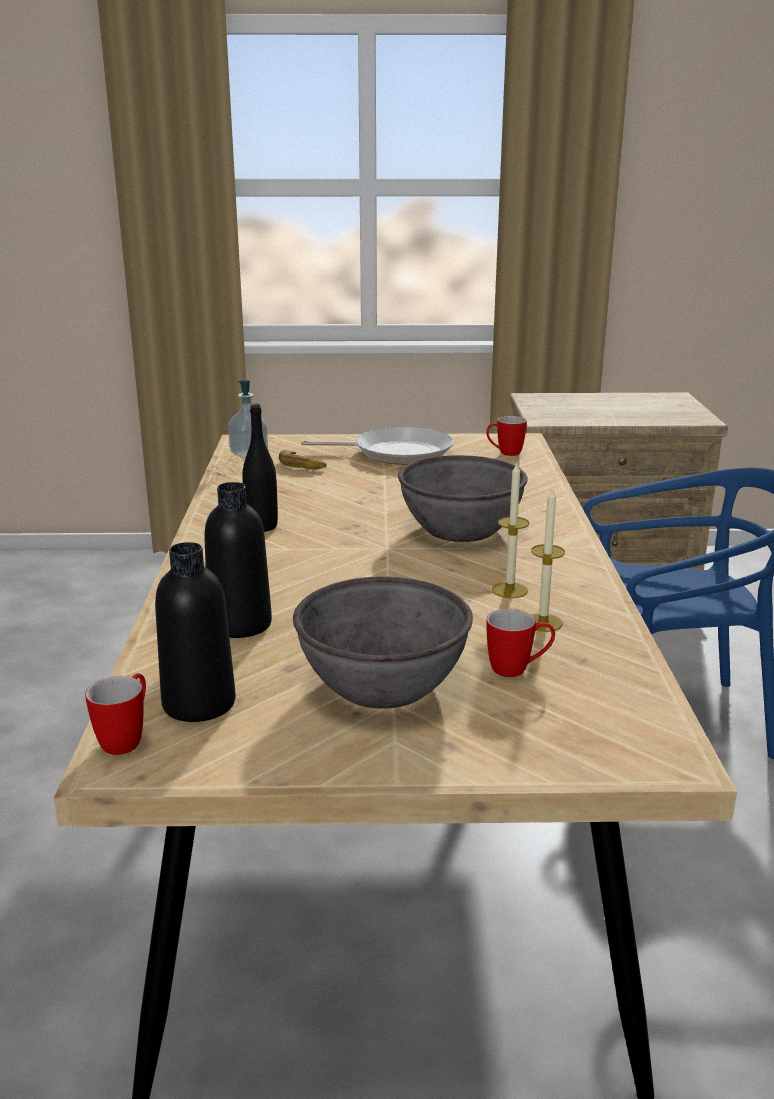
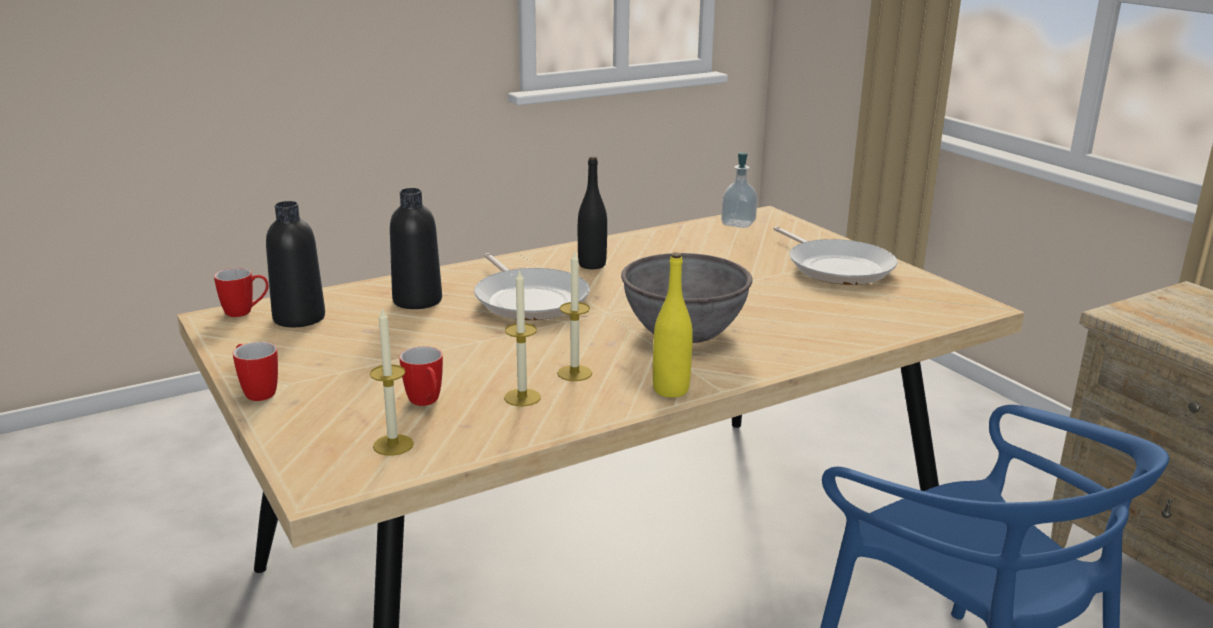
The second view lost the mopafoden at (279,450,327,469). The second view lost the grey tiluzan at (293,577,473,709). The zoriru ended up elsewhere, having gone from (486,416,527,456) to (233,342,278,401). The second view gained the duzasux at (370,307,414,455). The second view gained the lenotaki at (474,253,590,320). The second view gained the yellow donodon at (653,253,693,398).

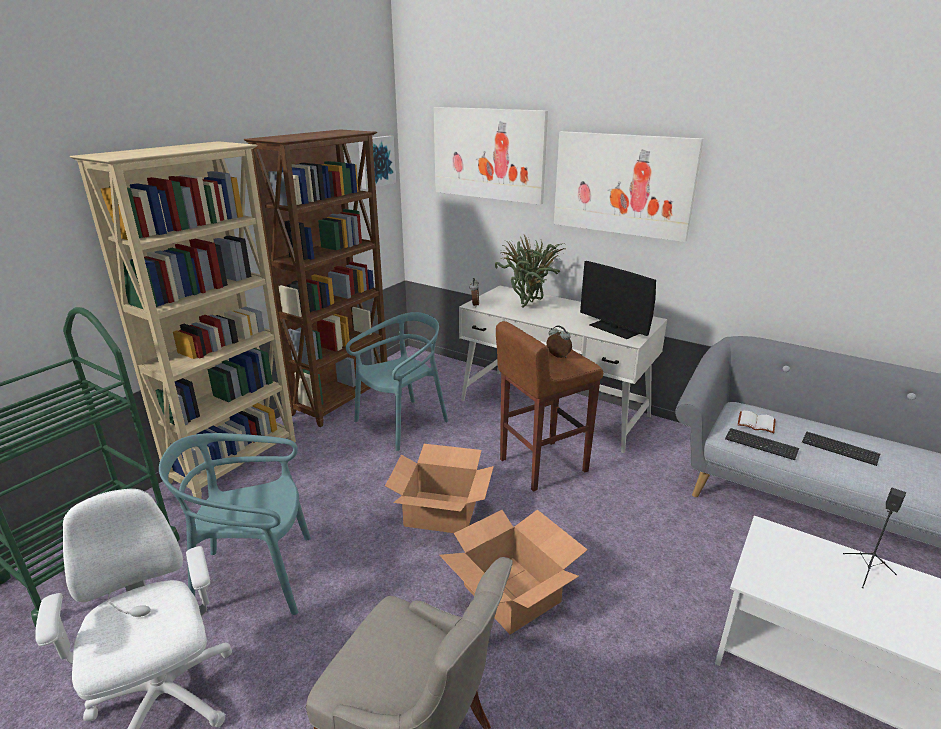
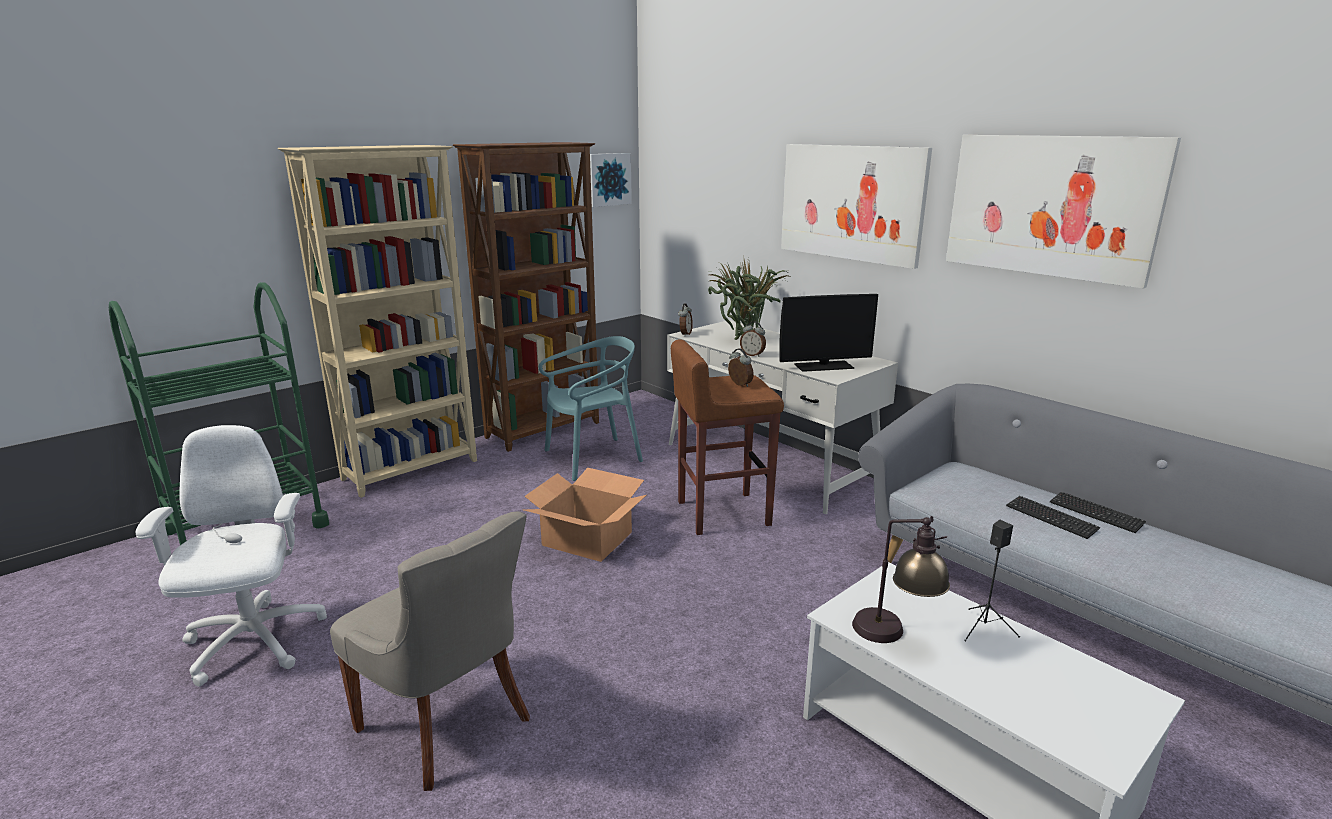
The second view lost the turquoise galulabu at (159,433,311,615). The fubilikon ended up elsewhere, having gone from (434,107,548,205) to (946,135,1181,288). The second view lost the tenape at (439,510,588,634). The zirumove at (580,261,656,339) ended up facing another way, 75 degrees counterclockwise from before. The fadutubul ended up elsewhere, having gone from (725,428,799,460) to (1050,492,1146,533). The second view lost the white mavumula at (738,411,776,434). The second view gained the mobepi at (740,321,766,357). The second view gained the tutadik at (852,516,950,643).

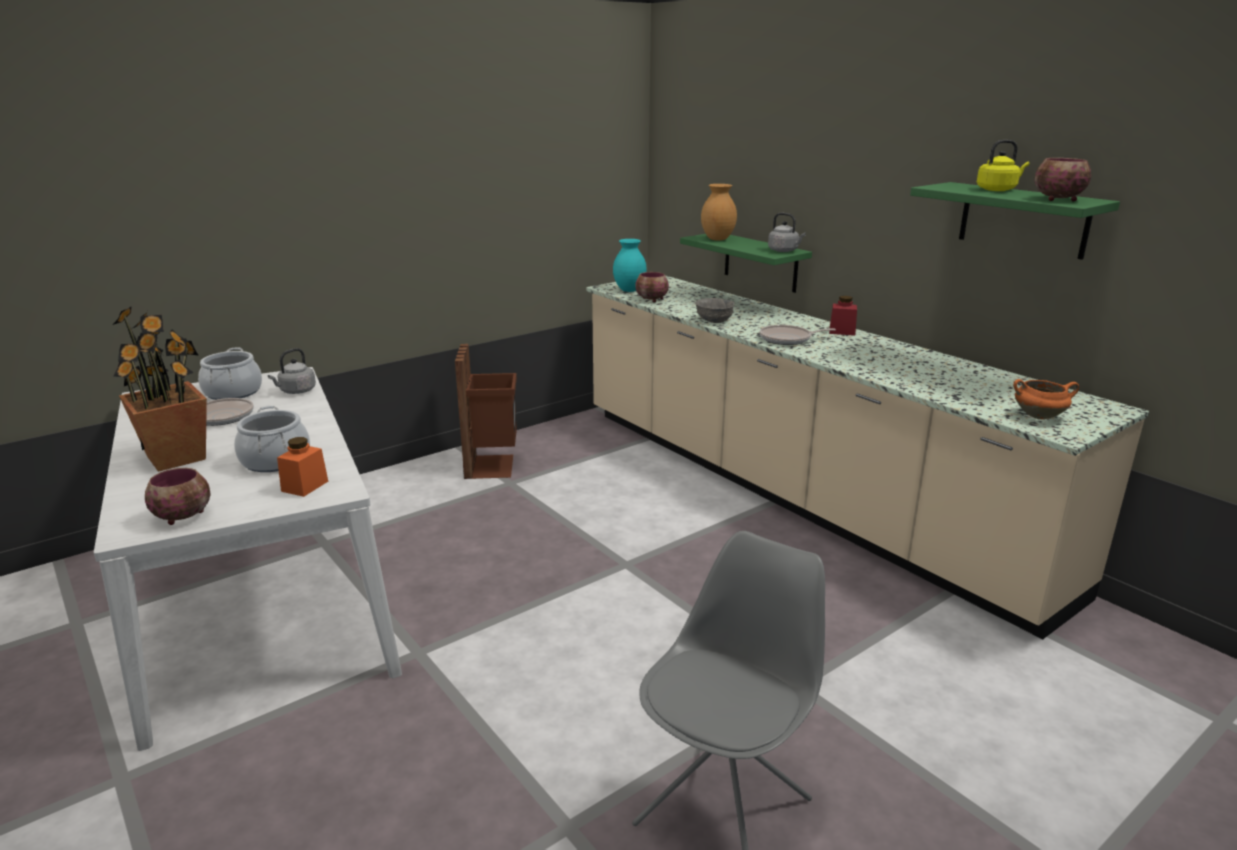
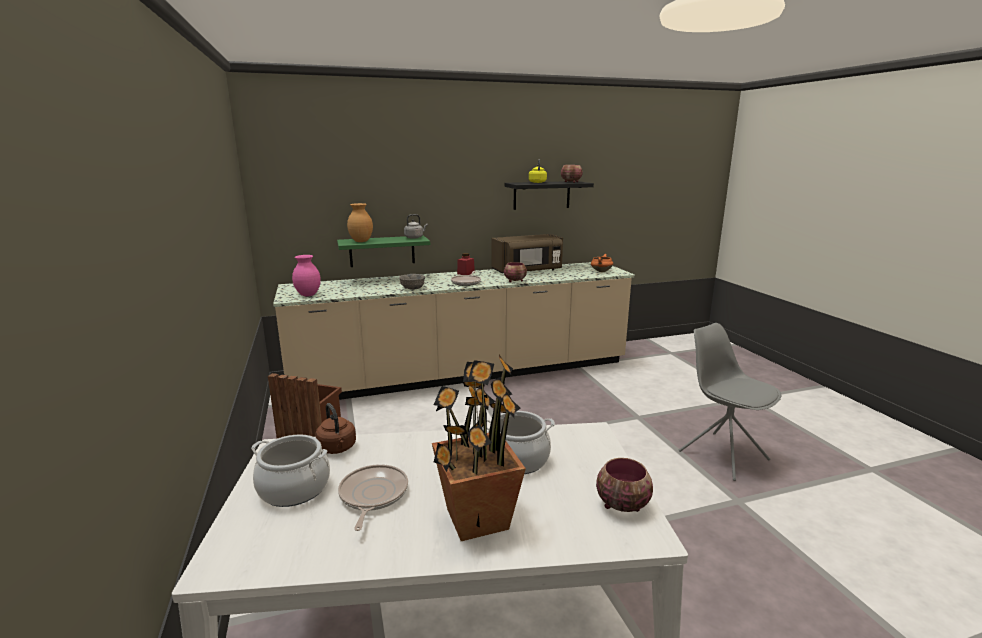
What was the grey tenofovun at (268,348,316,394) turned into the brown tenofovun at (315,403,356,454). The second view lost the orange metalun at (277,437,328,497). What was the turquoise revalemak at (613,239,647,292) turned into the pink revalemak at (292,255,321,296). The tiluzan ended up elsewhere, having gone from (635,272,669,302) to (504,262,527,282). What was the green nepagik at (910,182,1120,260) turned into the black nepagik at (504,181,594,210). The second view gained the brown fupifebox at (492,234,563,273).

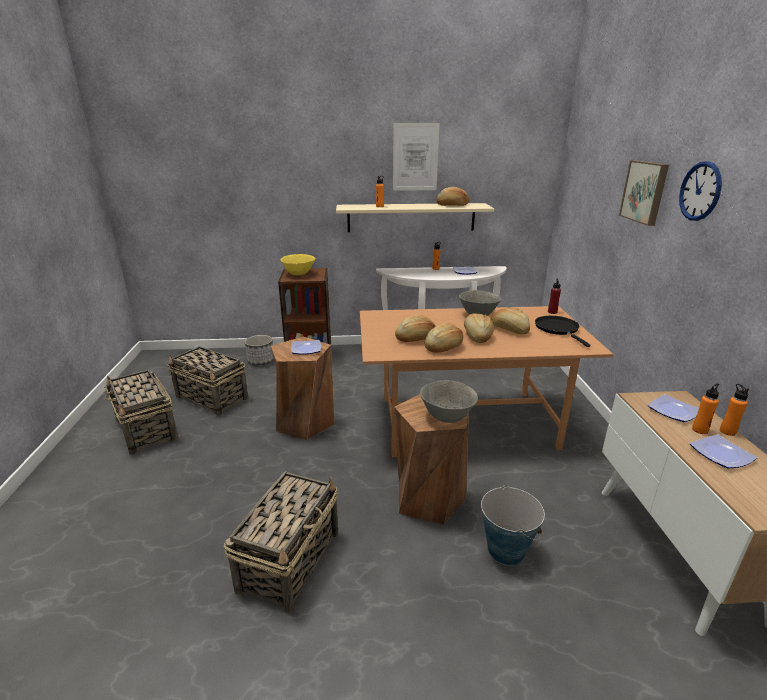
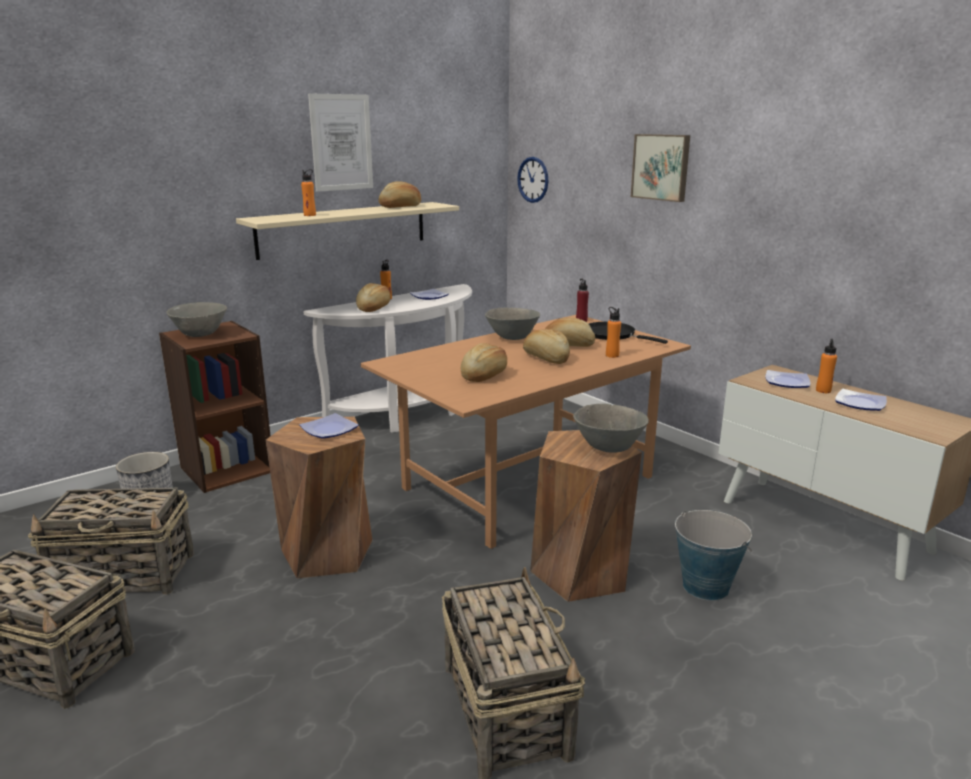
What was the yellow tiluzan at (280,254,316,275) turned into the grey tiluzan at (166,302,227,337). The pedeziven ended up elsewhere, having gone from (425,323,463,353) to (356,283,391,312). The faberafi ended up elsewhere, having gone from (679,161,722,221) to (517,157,549,203). The orange donodon ended up elsewhere, having gone from (720,384,749,436) to (606,307,621,358).

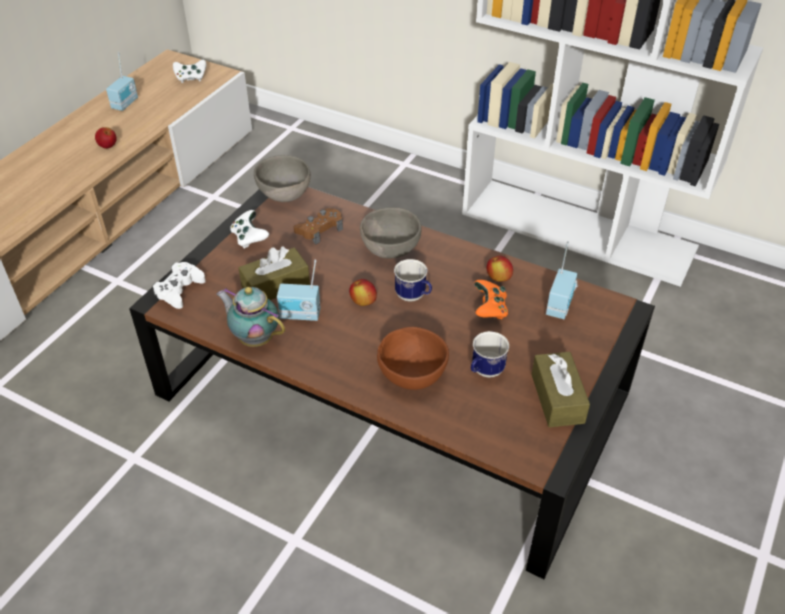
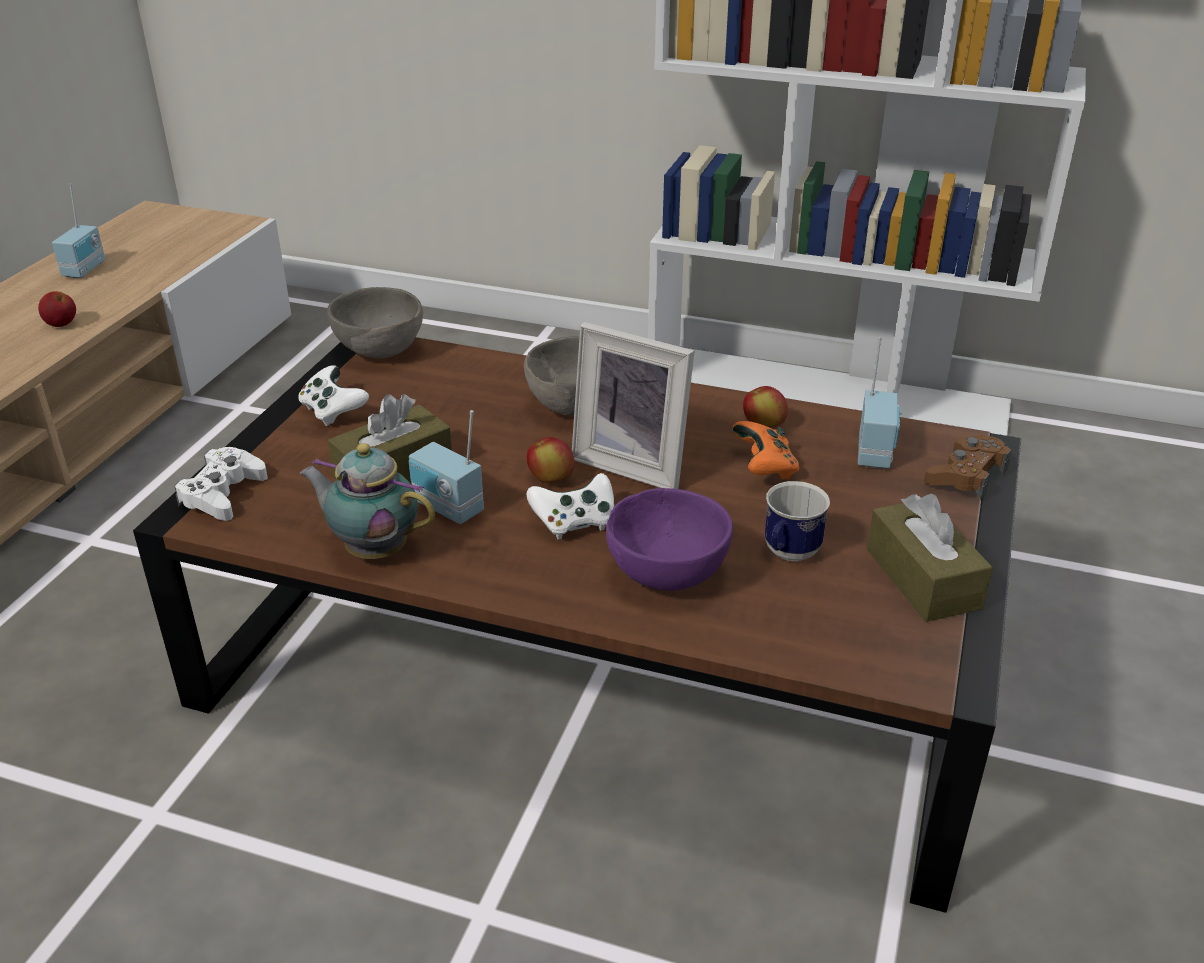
The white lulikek ended up elsewhere, having gone from (173,60,207,83) to (527,473,614,539). The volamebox at (277,260,320,321) ended up facing another way, 45 degrees clockwise from before. The brown lulikek ended up elsewhere, having gone from (294,208,343,245) to (924,435,1011,500). What was the brown tiluzan at (377,327,449,390) turned into the purple tiluzan at (606,488,733,591). Where the zoriru stood at (394,259,432,302), the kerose came to stand at (572,322,695,489).

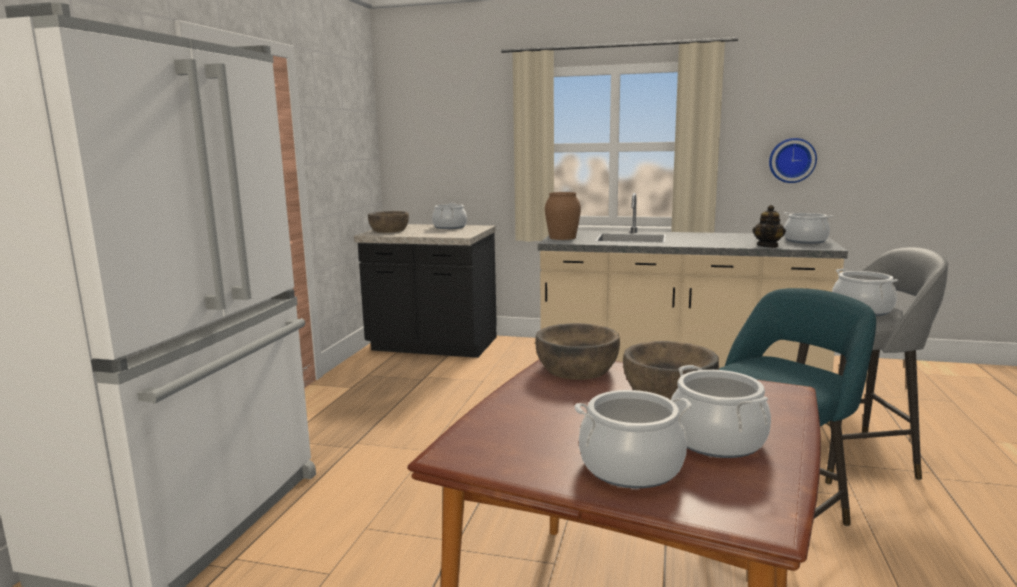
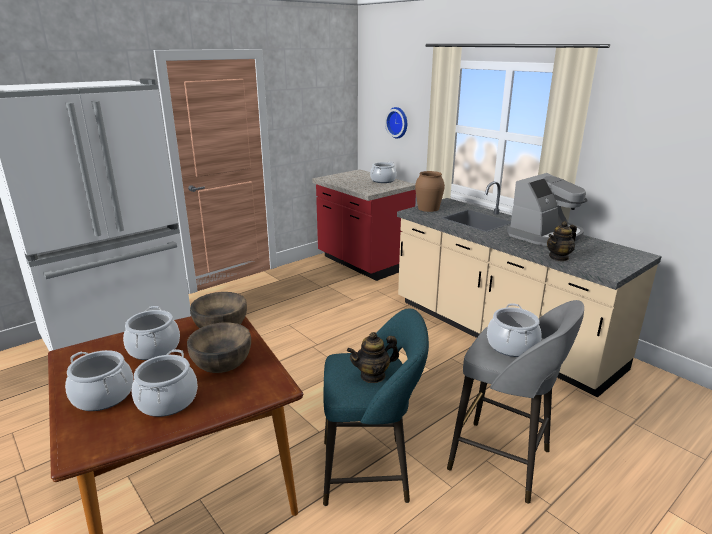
What was the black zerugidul at (354,224,497,358) turned into the red zerugidul at (312,169,416,281). The second view lost the brown tiluzan at (368,211,409,233). The faberafi ended up elsewhere, having gone from (769,138,817,183) to (385,107,407,138). The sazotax ended up elsewhere, having gone from (784,212,833,244) to (123,306,180,360). The second view gained the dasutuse at (347,332,399,383). The second view gained the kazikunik at (507,173,587,246).

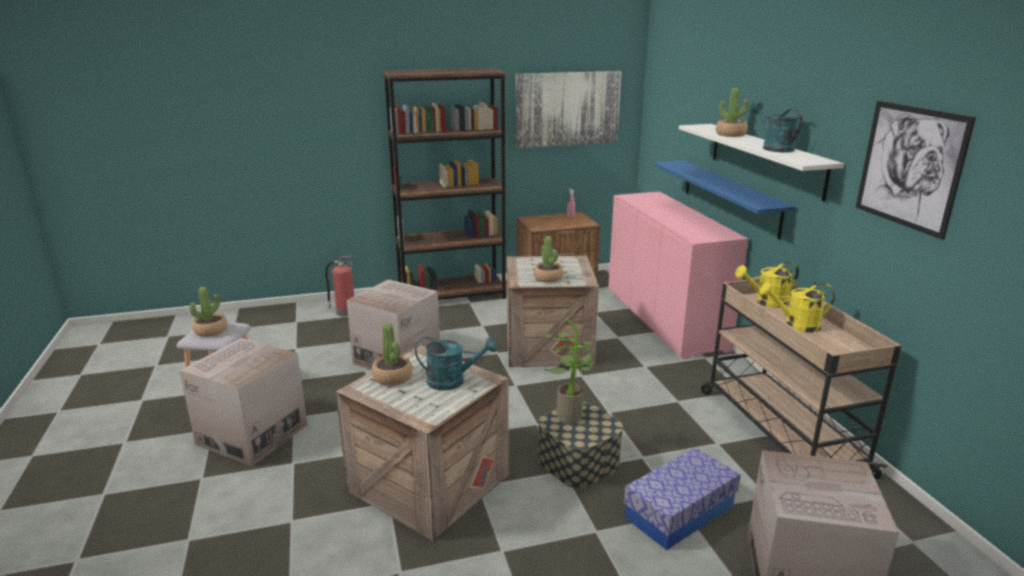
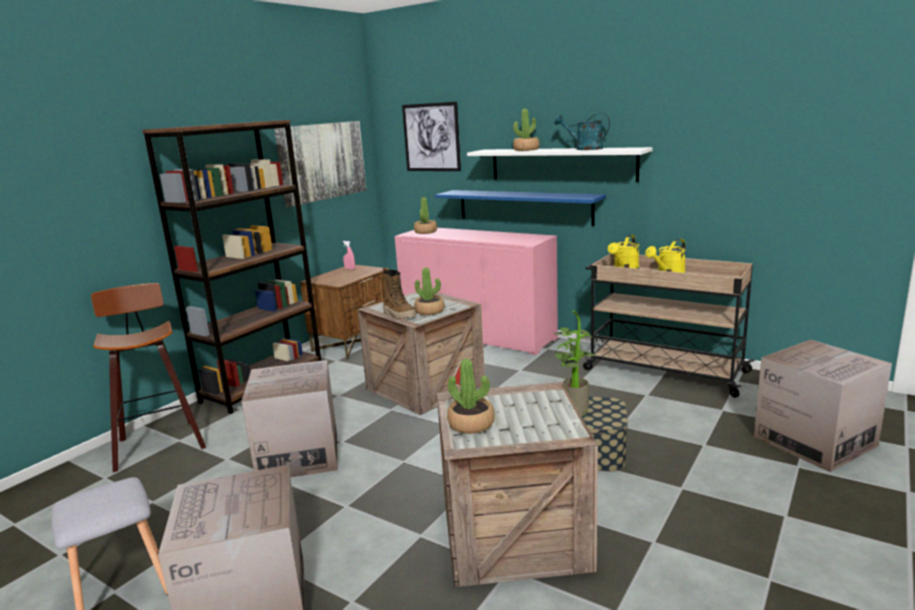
The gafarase ended up elsewhere, having gone from (190,287,227,337) to (414,197,437,234). Where the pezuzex stood at (325,255,354,316), the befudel came to stand at (91,283,206,472). The second view lost the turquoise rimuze at (415,336,497,390). The second view lost the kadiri at (624,447,741,550). The fubilikon ended up elsewhere, having gone from (856,101,976,240) to (402,102,461,171). The second view gained the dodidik at (383,267,416,320).

